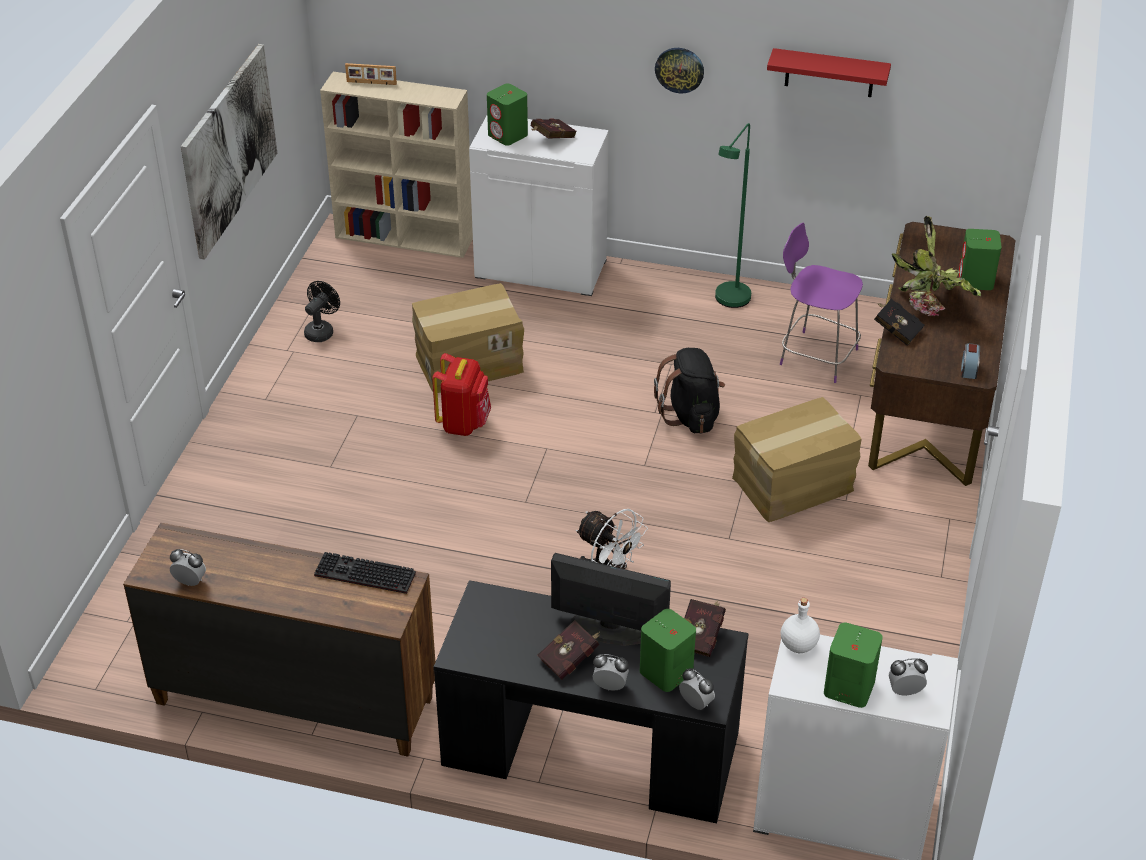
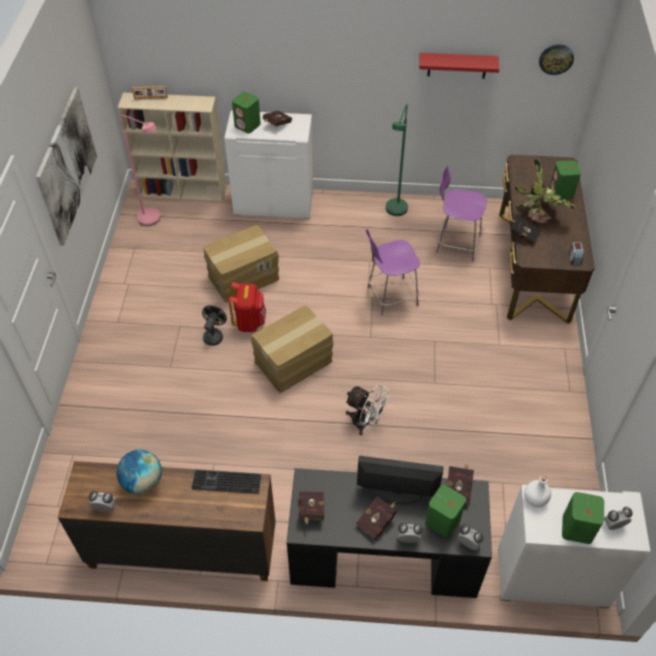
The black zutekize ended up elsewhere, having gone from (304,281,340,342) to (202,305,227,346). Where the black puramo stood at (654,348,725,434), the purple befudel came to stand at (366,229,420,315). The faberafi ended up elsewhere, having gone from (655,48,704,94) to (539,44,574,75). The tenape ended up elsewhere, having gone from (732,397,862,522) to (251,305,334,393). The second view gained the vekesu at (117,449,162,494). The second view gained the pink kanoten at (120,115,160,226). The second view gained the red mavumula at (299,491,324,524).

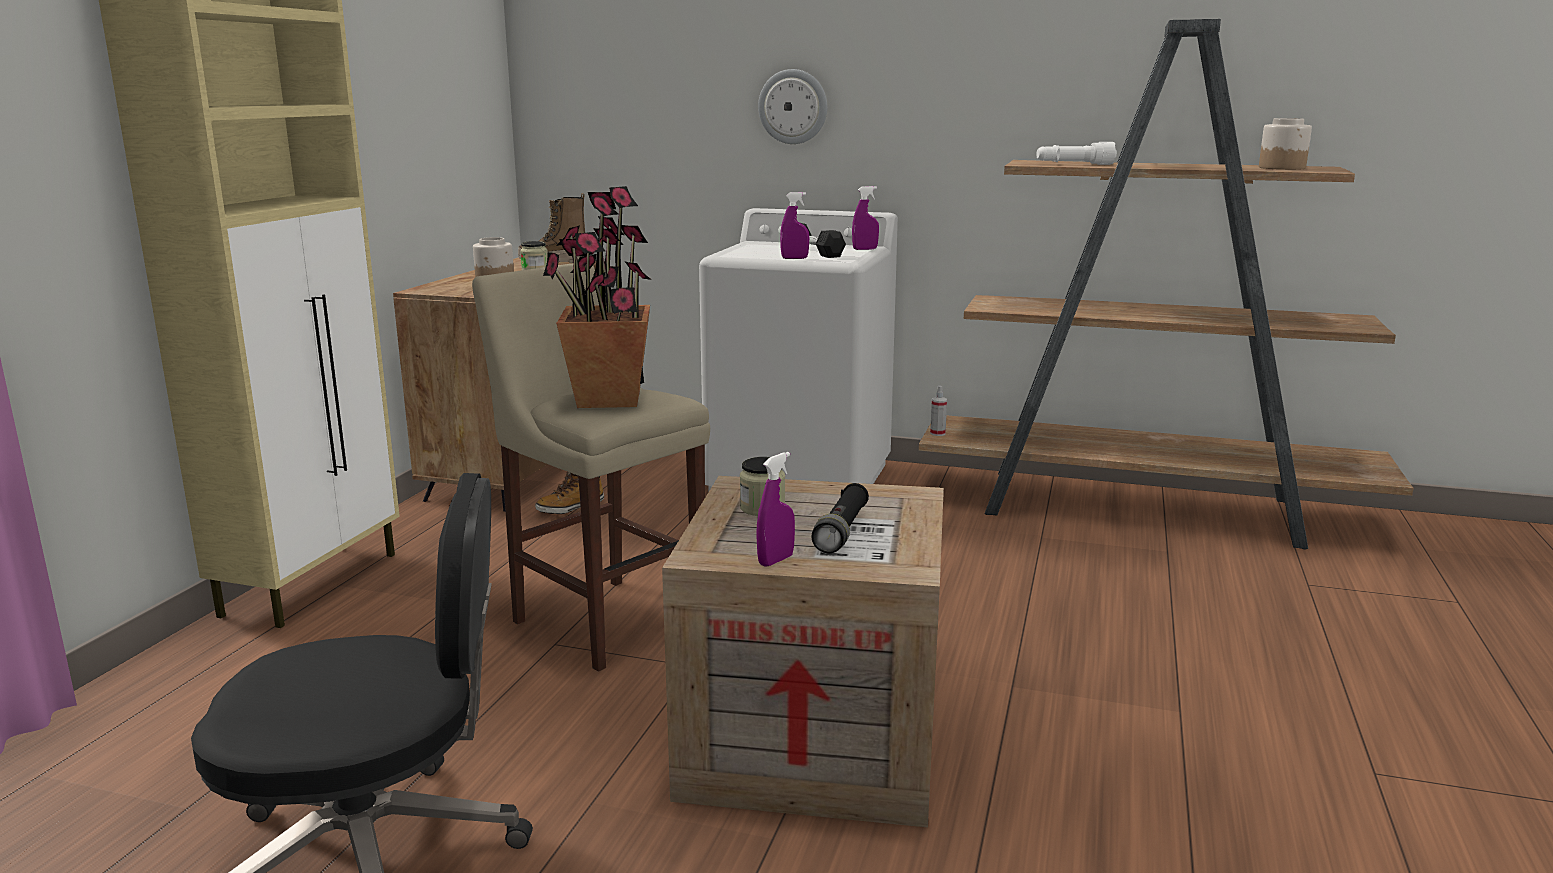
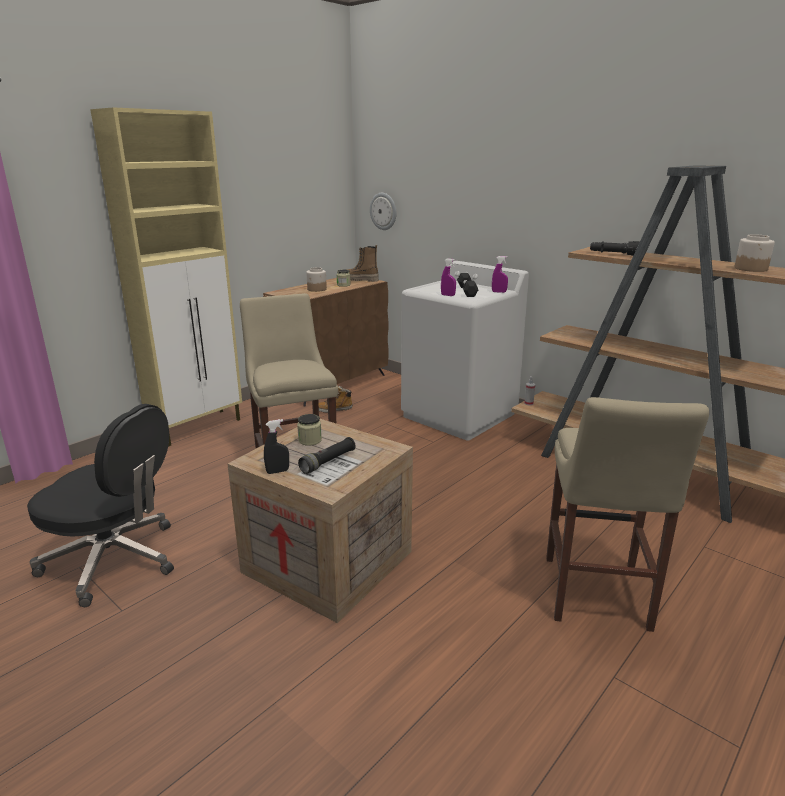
The second view lost the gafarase at (543,186,651,408). What was the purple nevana at (756,452,795,567) turned into the black nevana at (264,419,289,474). The faberafi ended up elsewhere, having gone from (758,69,827,144) to (370,193,396,230). What was the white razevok at (1036,142,1117,165) turned into the black razevok at (590,241,640,256). The second view gained the beige befudel at (546,397,709,632).

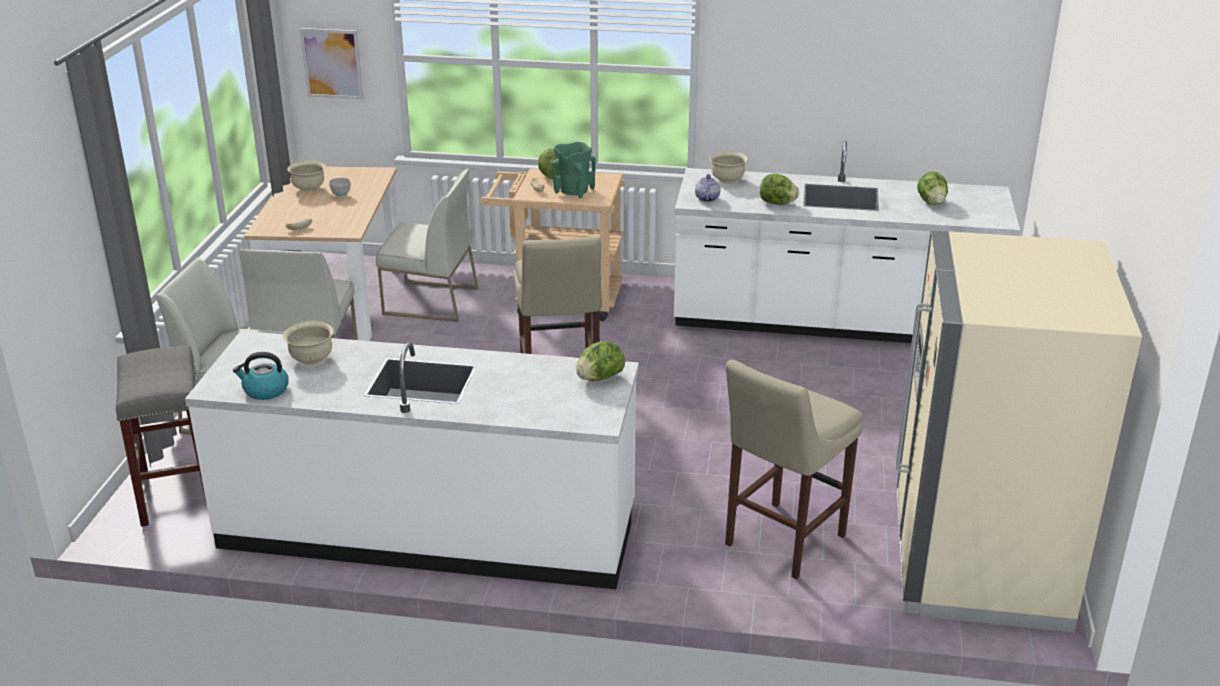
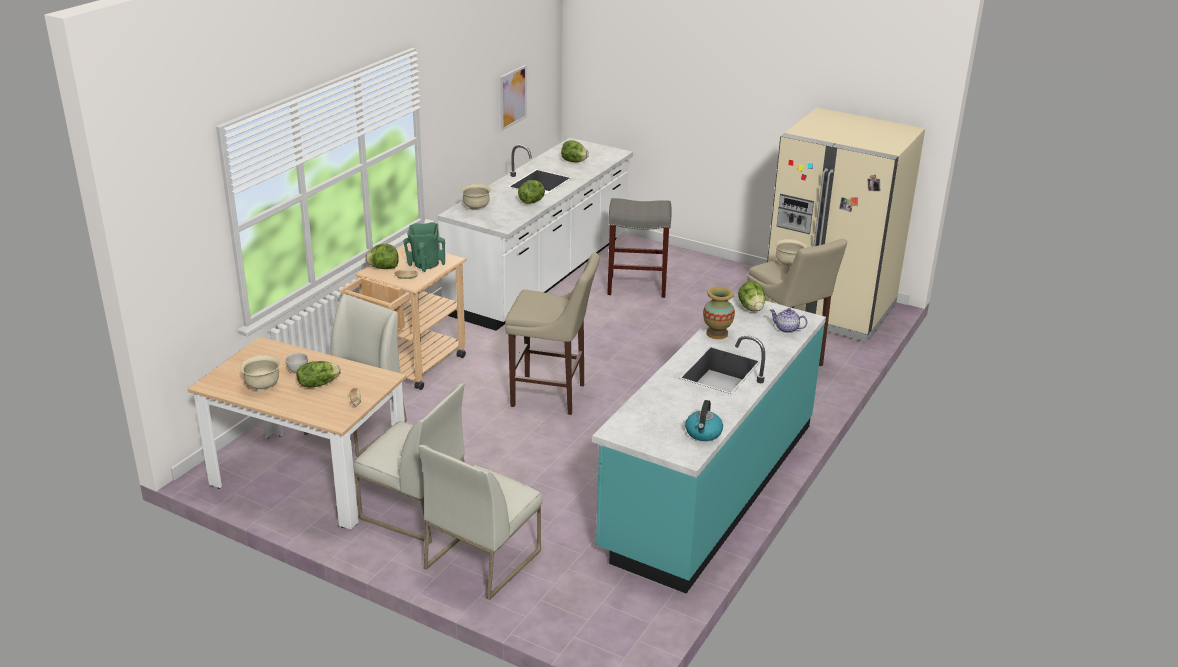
The grey befudel ended up elsewhere, having gone from (116,346,207,527) to (607,198,671,298). What was the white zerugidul at (185,331,639,589) turned into the turquoise zerugidul at (592,293,826,593). The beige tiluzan ended up elsewhere, having gone from (283,321,334,365) to (775,239,808,267). The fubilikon ended up elsewhere, having gone from (299,28,364,100) to (500,65,527,131). The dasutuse ended up elsewhere, having gone from (695,174,720,202) to (770,308,808,333). The second view gained the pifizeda at (296,361,341,388). The second view gained the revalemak at (703,286,735,339).

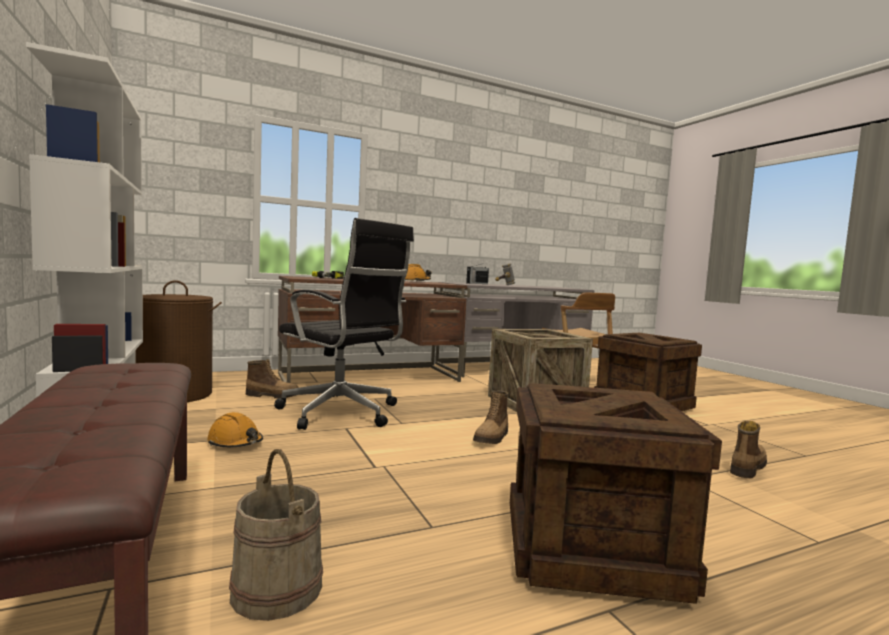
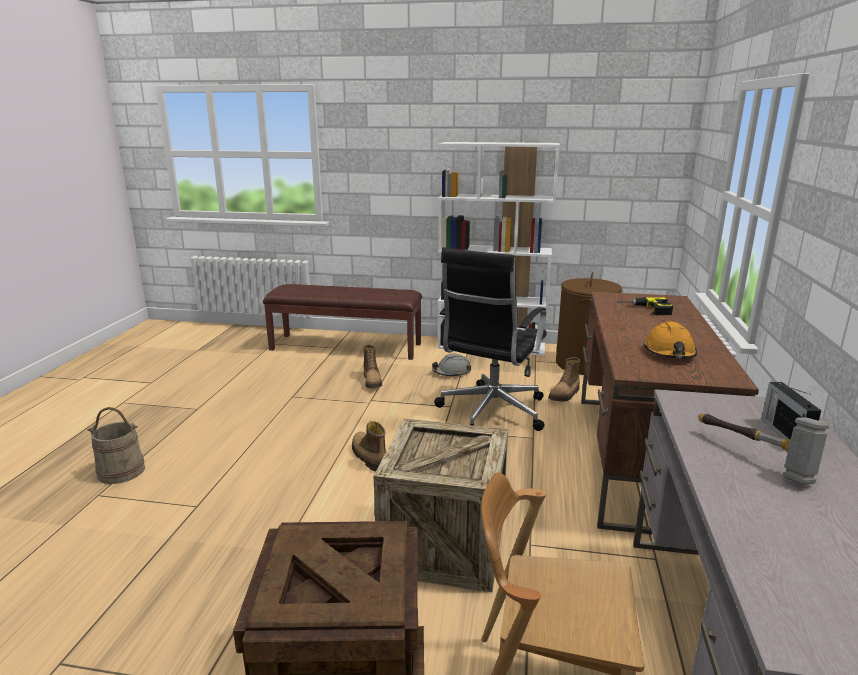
What was the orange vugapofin at (207,412,263,448) turned into the grey vugapofin at (432,354,471,376). The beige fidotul ended up elsewhere, having gone from (229,449,323,621) to (87,407,145,484). The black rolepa at (274,218,414,430) ended up facing another way, 45 degrees counterclockwise from before. The second view lost the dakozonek at (510,383,722,604). The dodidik ended up elsewhere, having gone from (730,421,767,478) to (363,345,382,388).

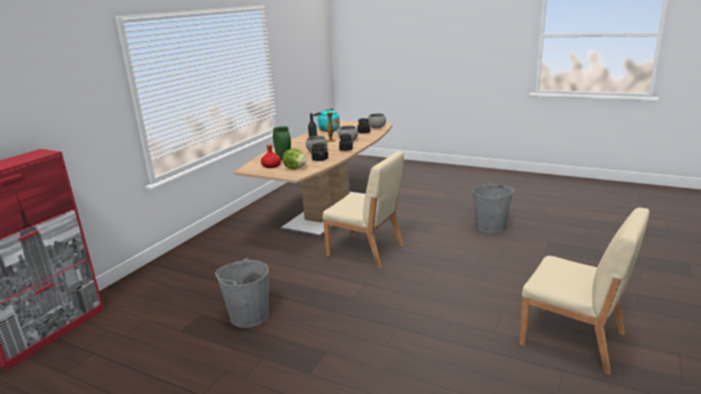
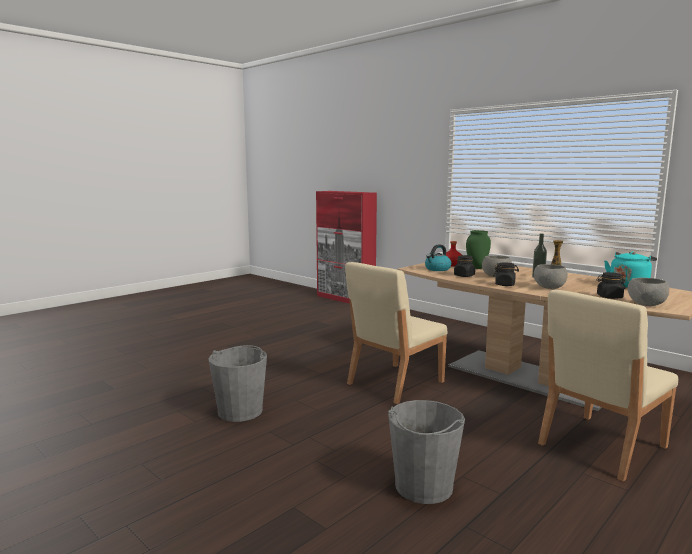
The grey fidotul ended up elsewhere, having gone from (215,258,269,328) to (208,345,267,422). Where the pifizeda stood at (282,149,306,169), the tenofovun came to stand at (425,244,451,271). The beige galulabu ended up elsewhere, having gone from (519,208,650,375) to (538,290,678,481).

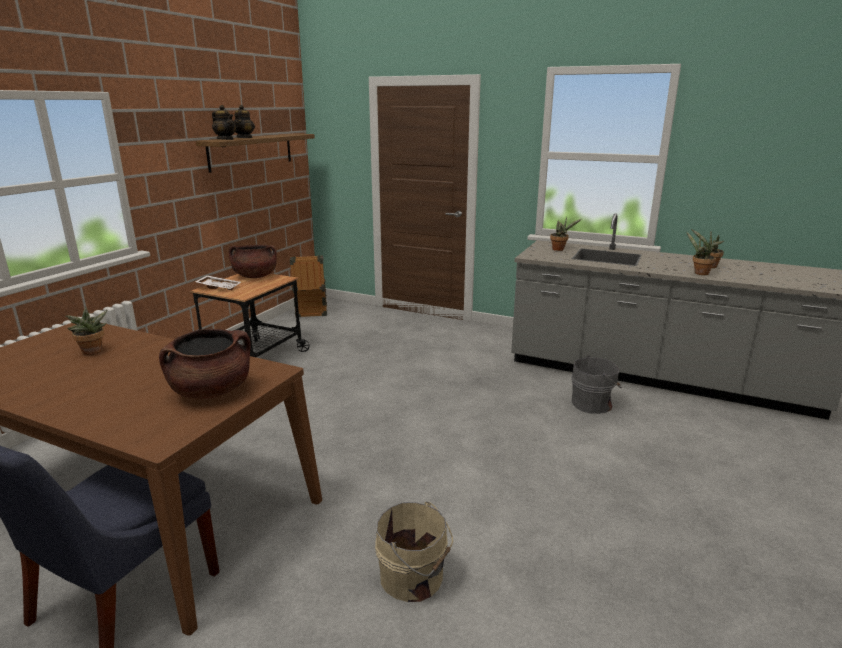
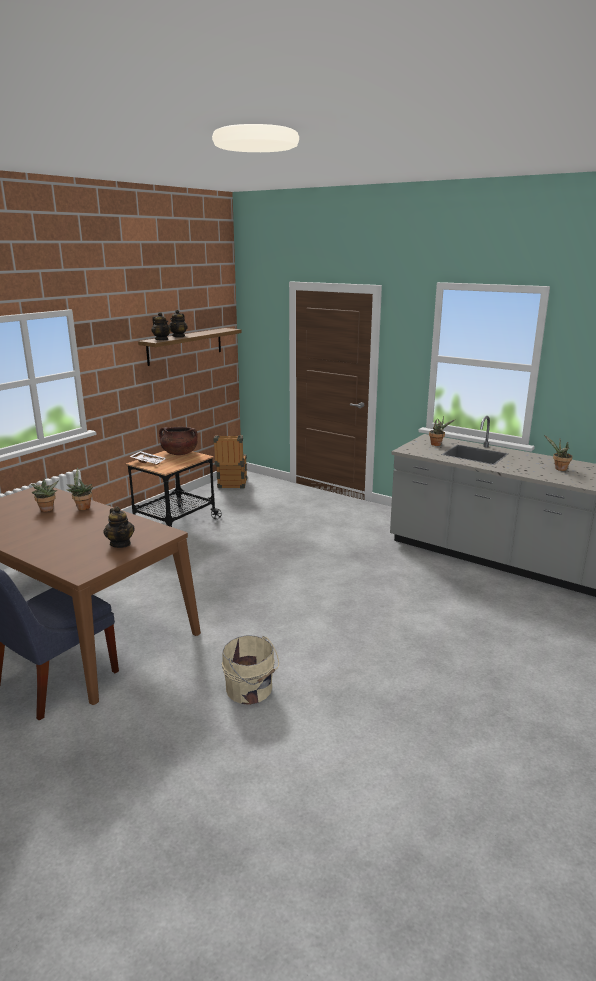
Where the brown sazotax stood at (159,329,251,399), the dasutuse came to stand at (104,507,135,548). The second view lost the grey fidotul at (572,355,622,414). The gafarase ended up elsewhere, having gone from (687,232,716,275) to (66,468,93,510).

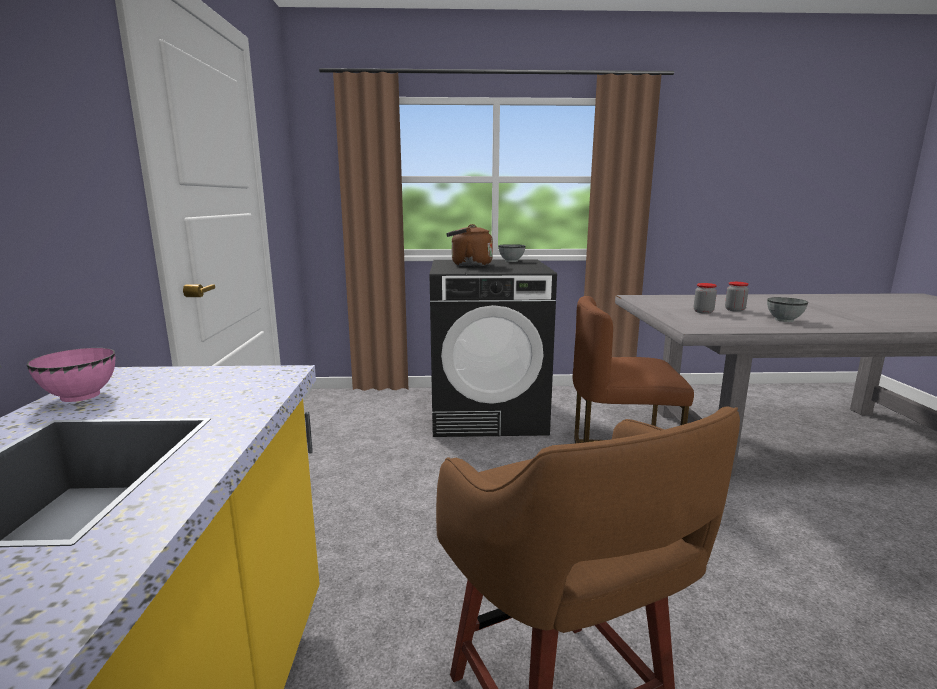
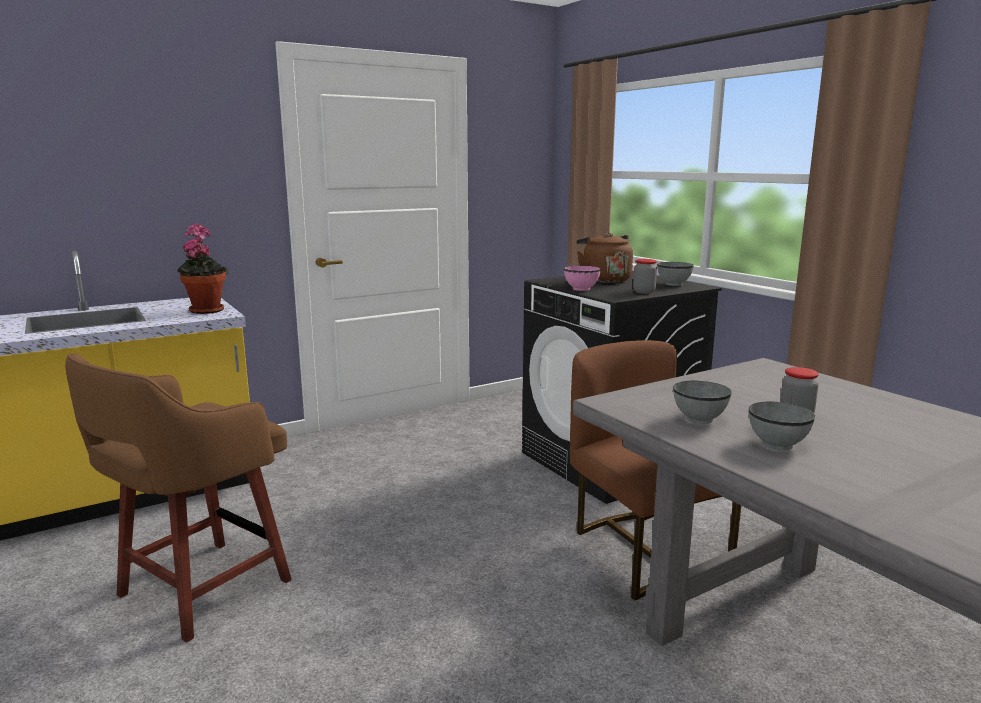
The pink tiluzan ended up elsewhere, having gone from (27,348,115,402) to (564,266,601,291). The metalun ended up elsewhere, having gone from (694,283,717,314) to (633,259,657,294). The second view gained the gafarase at (178,224,228,314). The second view gained the grey tiluzan at (673,380,732,424).

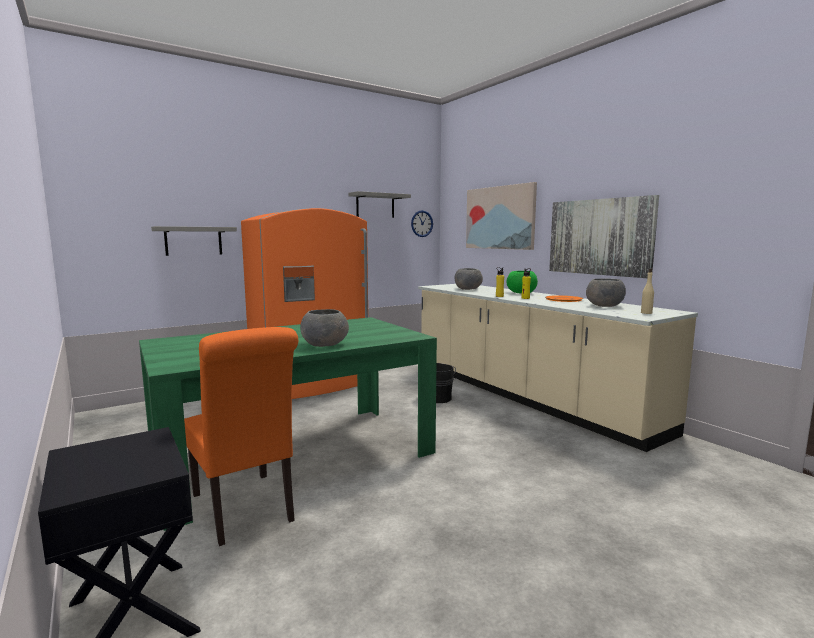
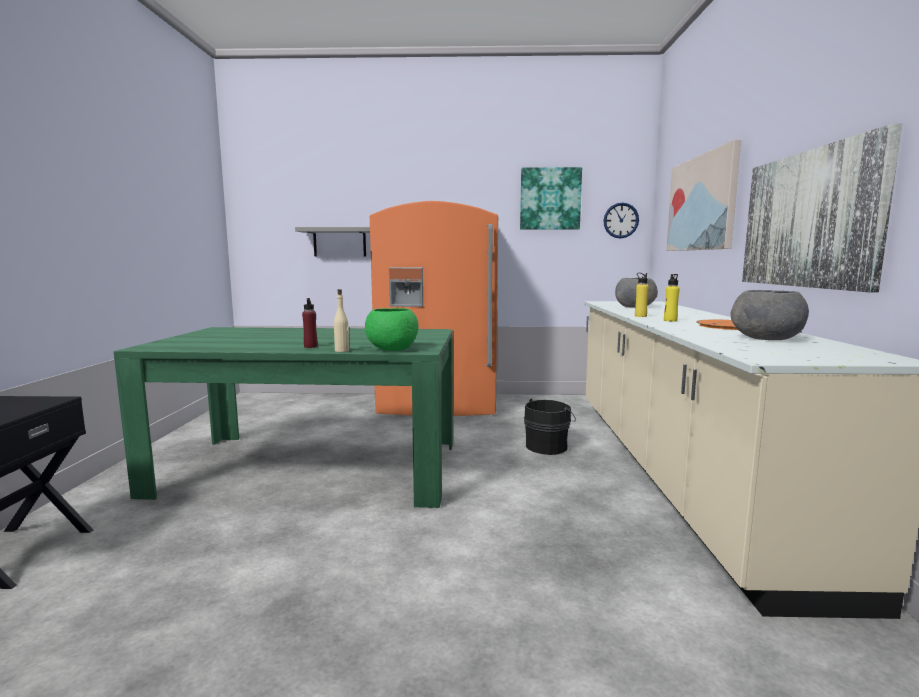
The second view lost the orange galulabu at (184,327,298,546). Where the grey tiluzan stood at (300,309,349,347), the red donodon came to stand at (302,298,318,348). Where the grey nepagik hung at (348,191,411,218), the fubilikon came to hang at (520,167,582,230). The green tiluzan ended up elsewhere, having gone from (507,271,538,293) to (365,308,419,351). The beige donodon ended up elsewhere, having gone from (641,268,654,314) to (334,289,349,352).

